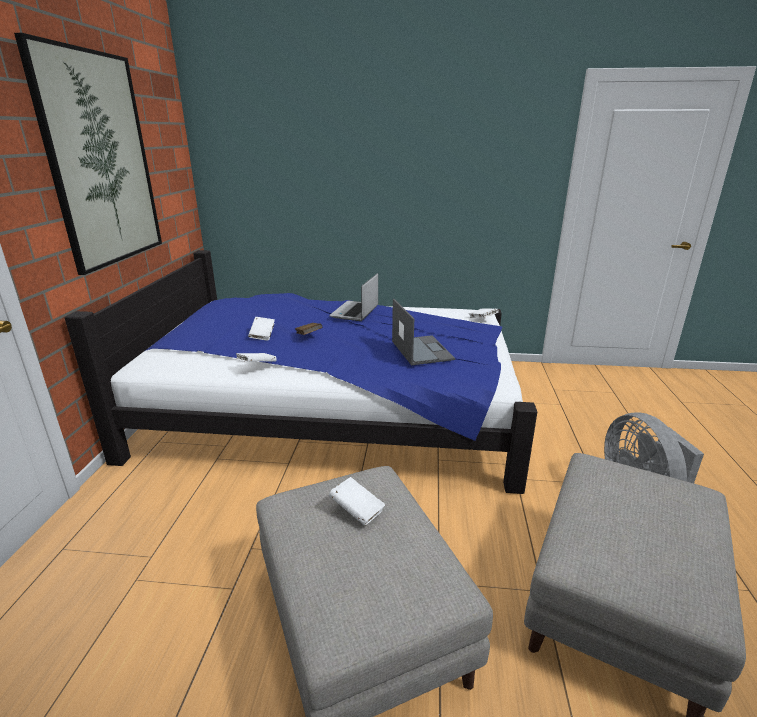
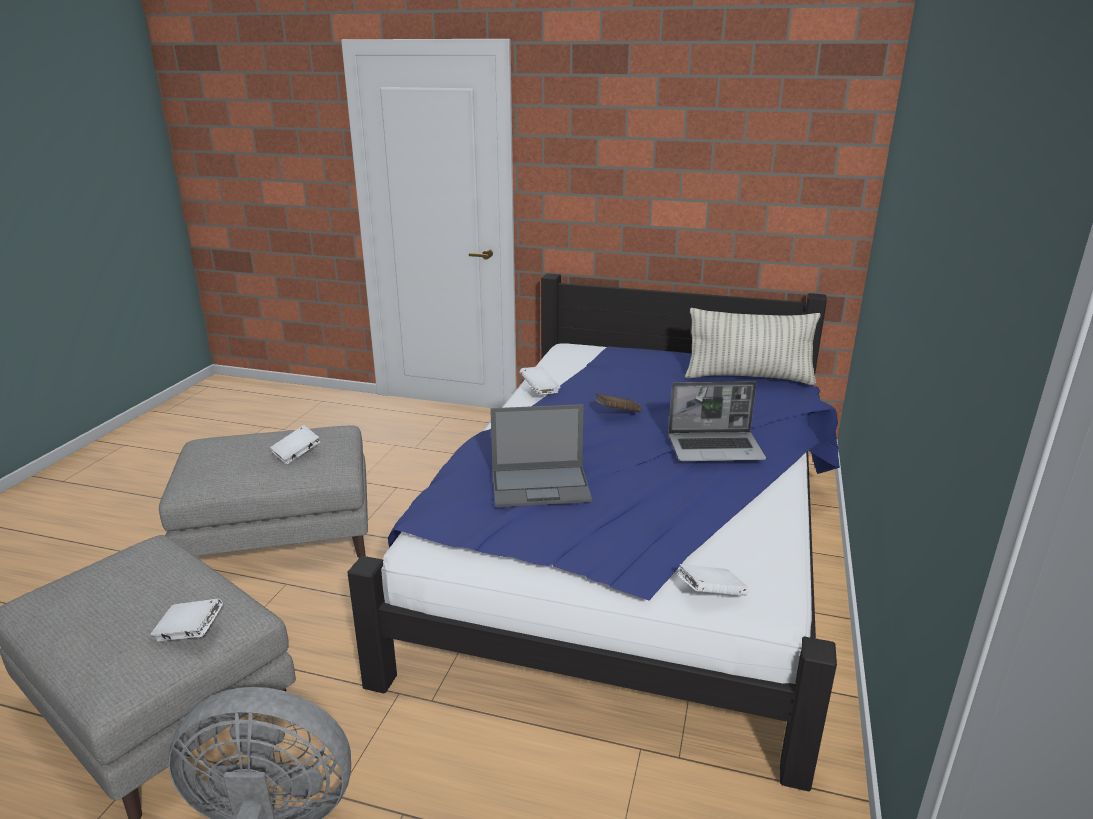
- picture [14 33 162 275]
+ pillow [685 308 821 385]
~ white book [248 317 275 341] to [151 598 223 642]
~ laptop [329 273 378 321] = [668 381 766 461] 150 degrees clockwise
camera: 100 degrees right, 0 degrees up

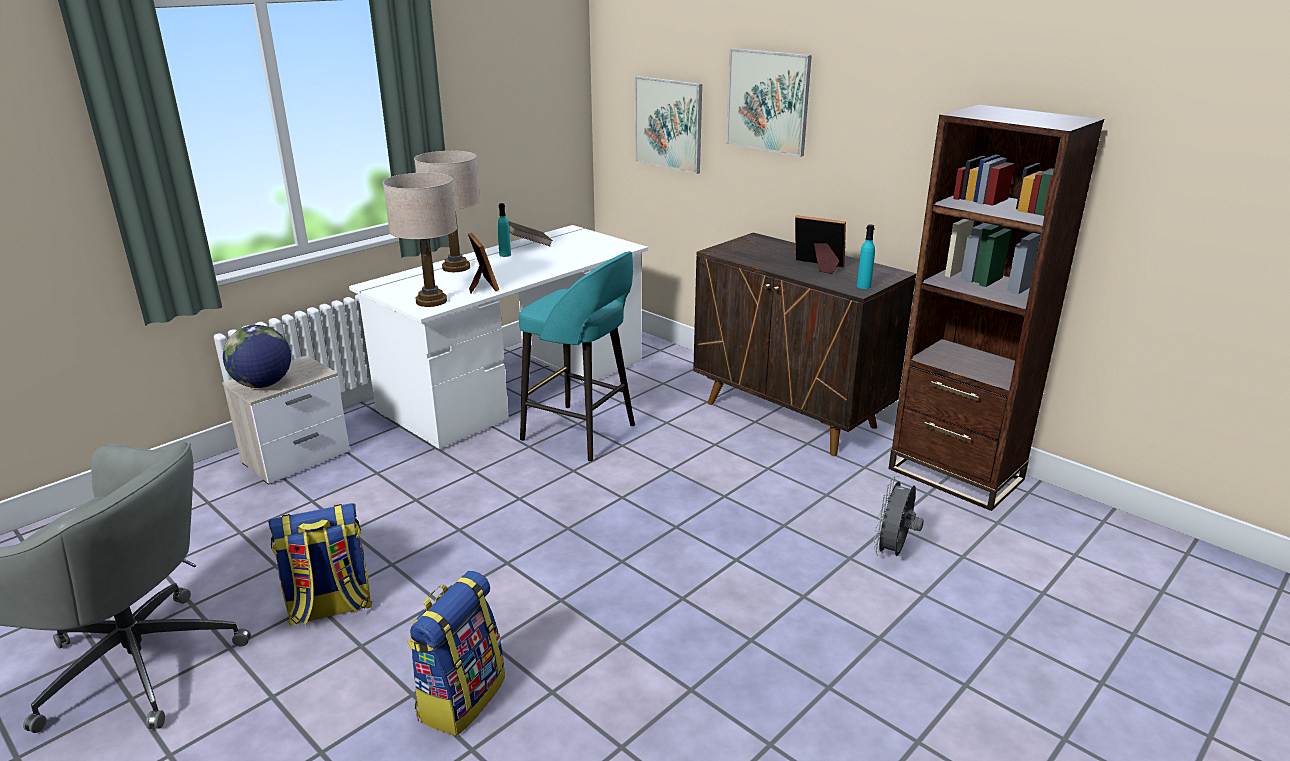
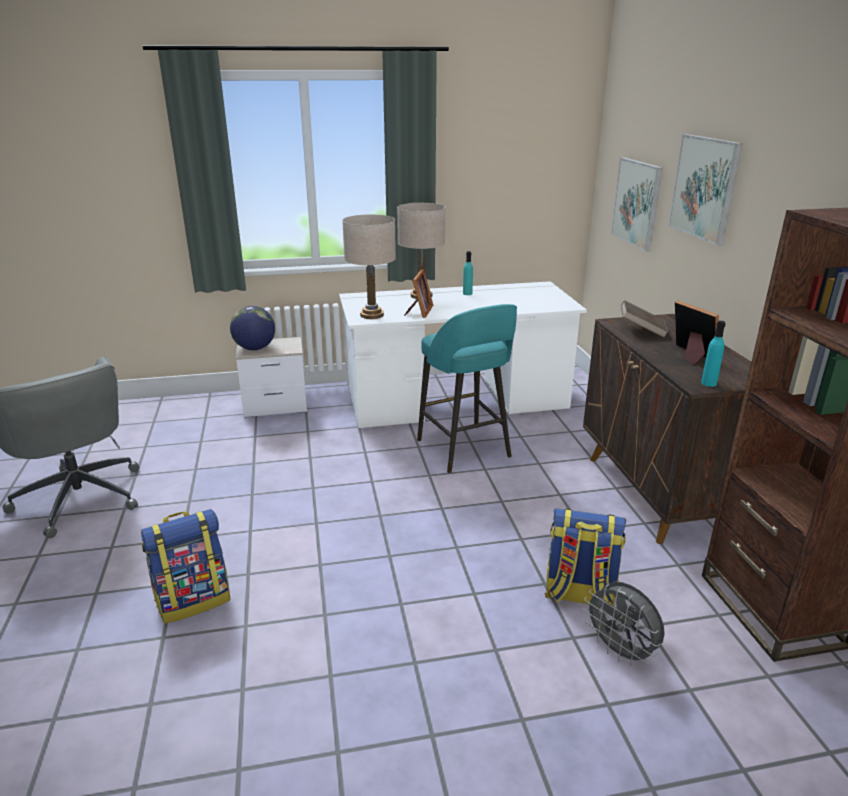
~ backpack [268 503 372 626] to [545 508 626 606]
~ brown book [508 221 553 247] to [621 300 669 338]
~ grey fan [873 476 924 556] = [583 582 665 666] 105 degrees counterclockwise
camera: 35 degrees right, 0 degrees up

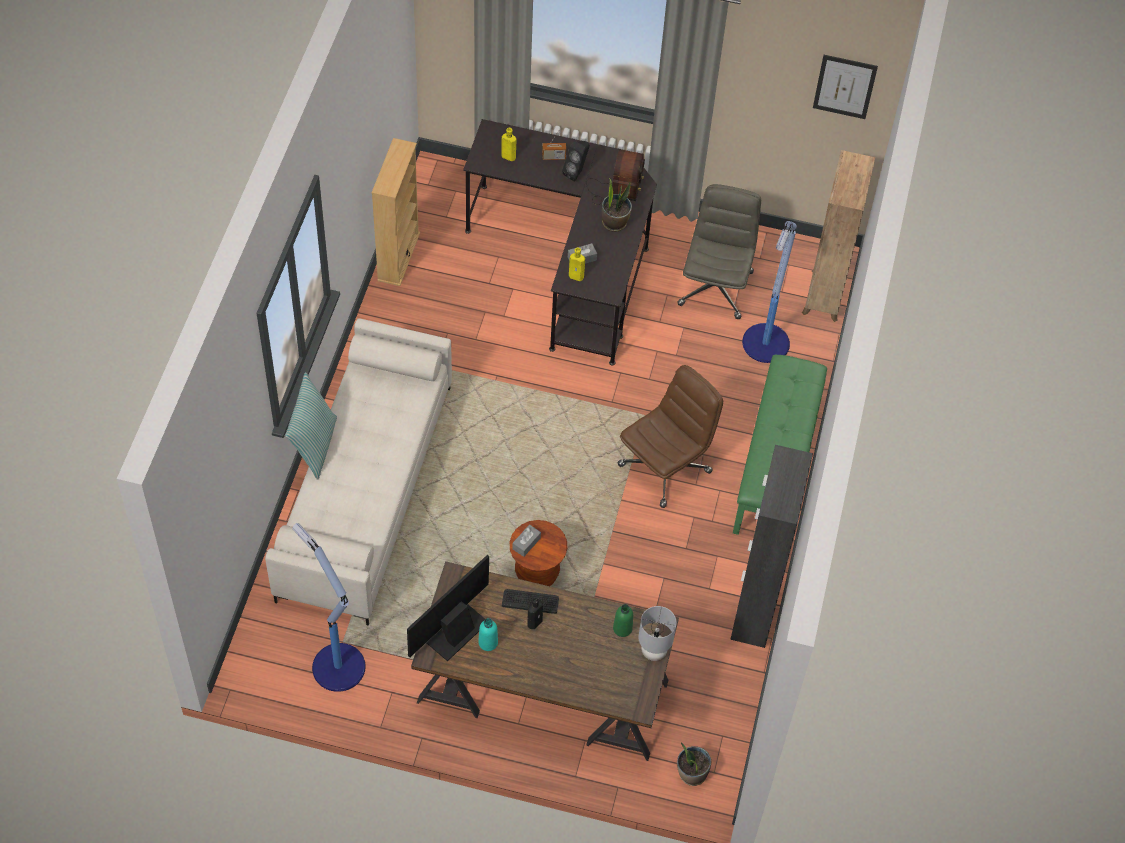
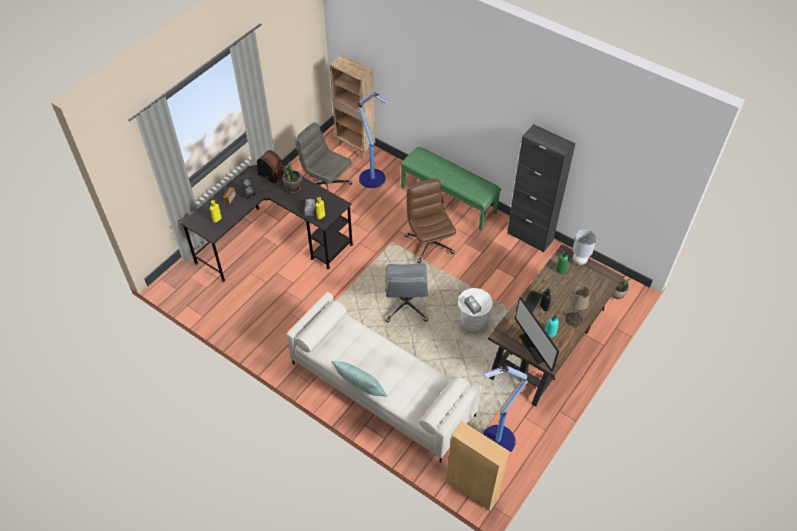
- picture [813 55 878 119]
+ grey office chair [385 264 428 323]
+ beige table lamp [565 286 590 327]
~ beige bookcase [372 138 420 286] to [446 421 510 511]
~ brown stool [510 520 567 586] to white stool [458 288 493 331]
camera: 65 degrees left, 5 degrees down

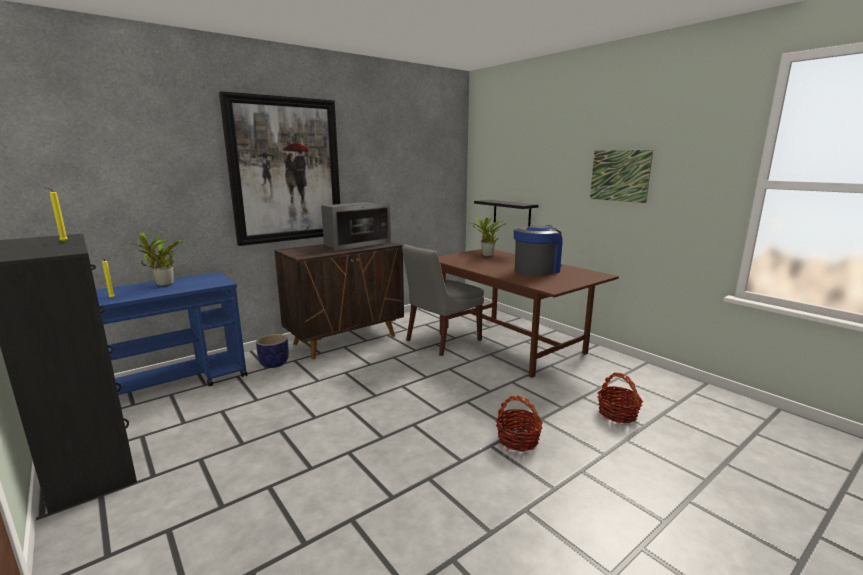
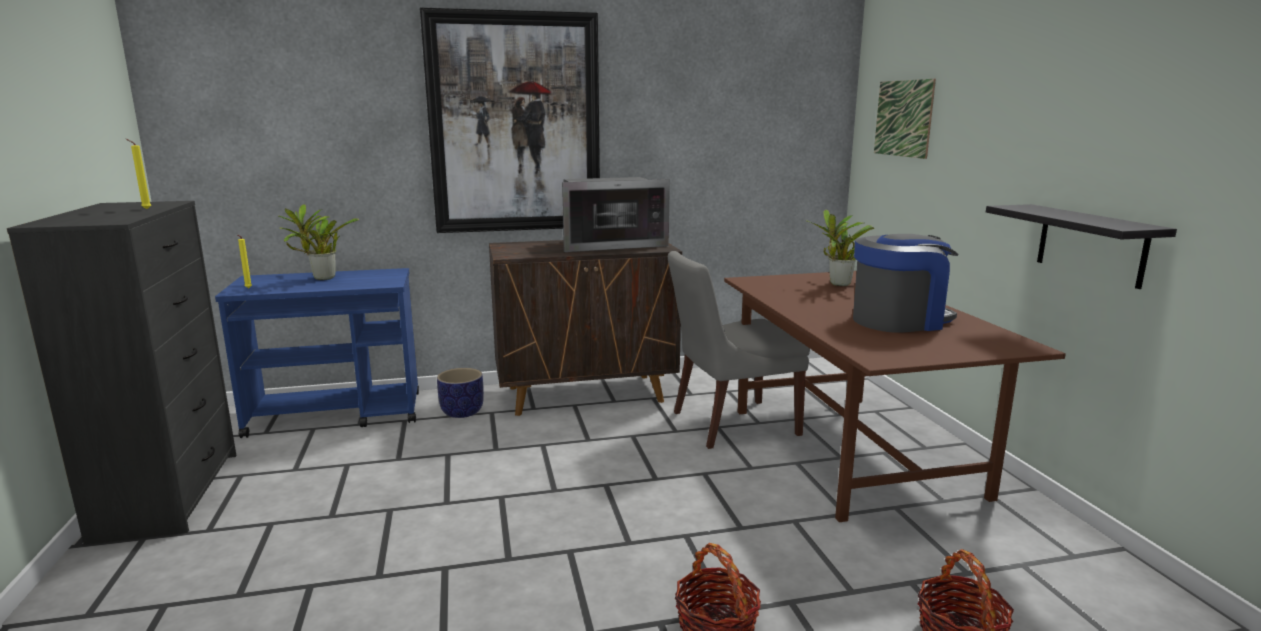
~ black shelf [474 200 539 226] to [986 204 1177 289]
~ picture [590 150 653 203] to [874 79 936 159]
camera: 25 degrees right, 0 degrees up

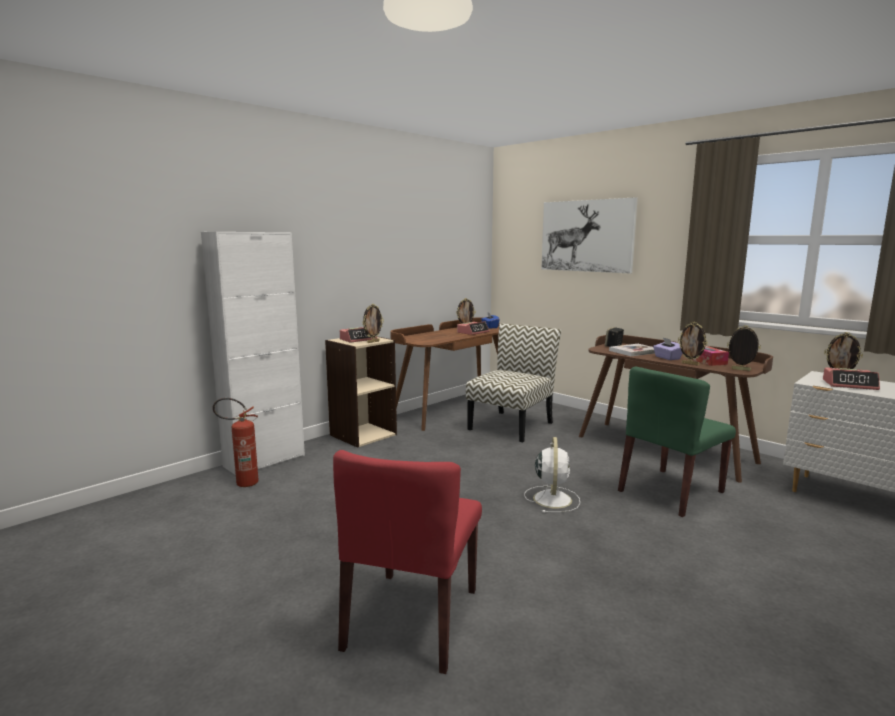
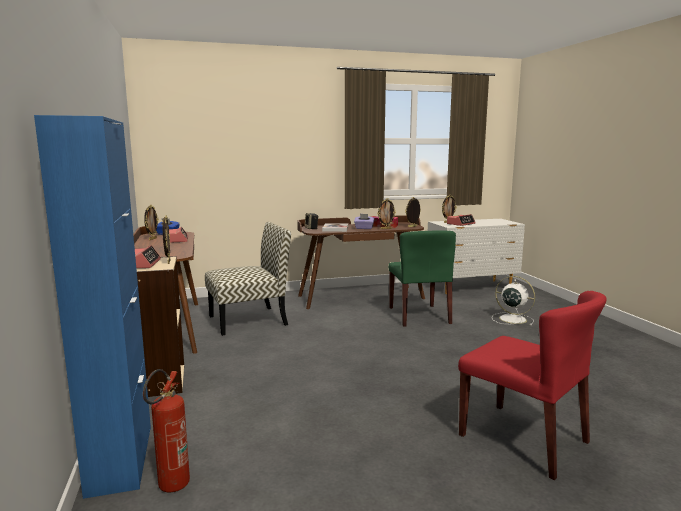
- picture [541 197 638 274]
~ white fan [524 437 580 513] to [492 276 535 326]
~ white cabinet [201 232 305 475] to blue cabinet [34 115 151 499]
~ chair [466 324 561 442] = [205 222 291 336] 90 degrees clockwise
camera: 60 degrees left, 0 degrees up

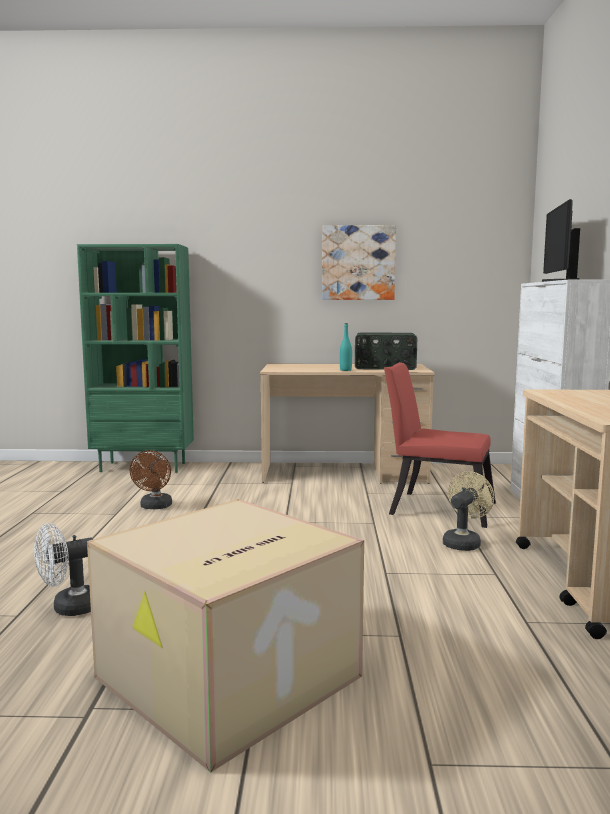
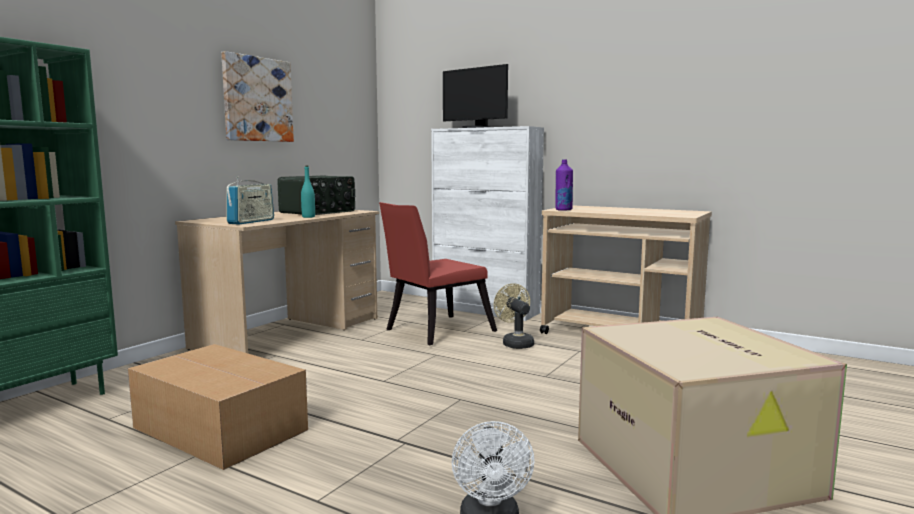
+ radio [226 176 274 224]
+ purple bottle [555 160 573 211]
~ brown fan [130 450 172 509] to cardboard box [128 344 308 470]
camera: 60 degrees left, 0 degrees up

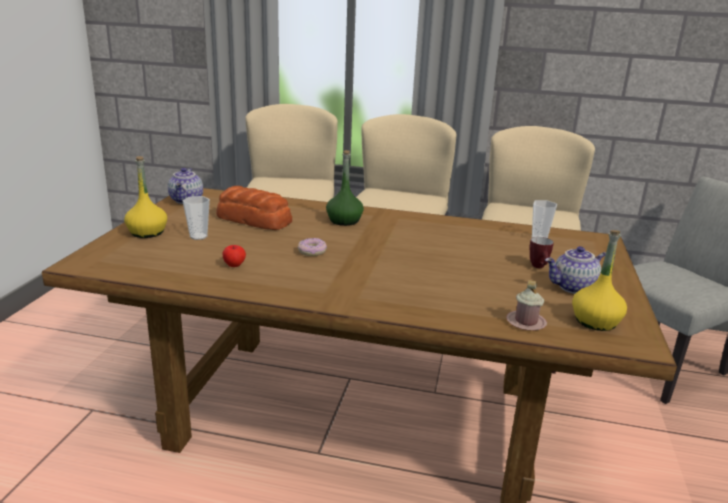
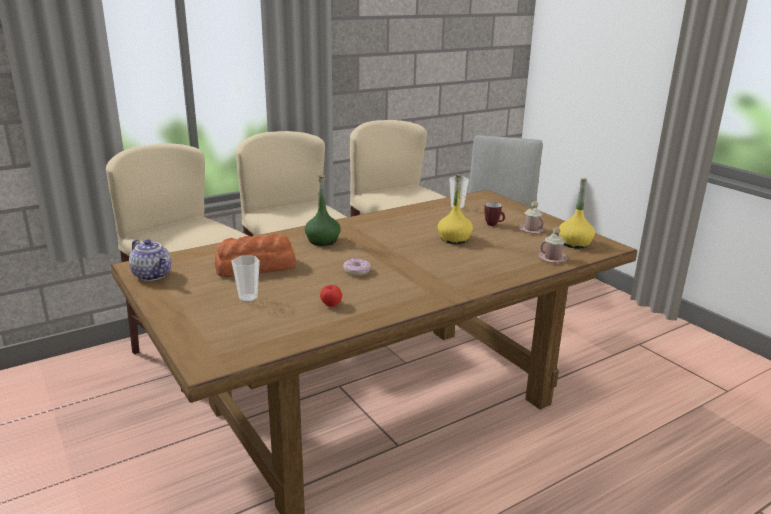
~ yellow bottle [124 156 167 238] to [438 174 473 244]
~ teapot [545 246 606 294] to pink mug [519 201 545 234]
camera: 45 degrees left, 0 degrees up

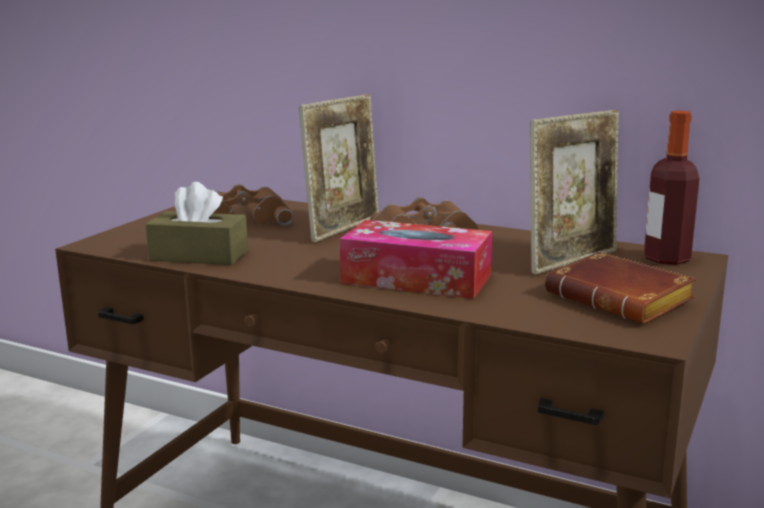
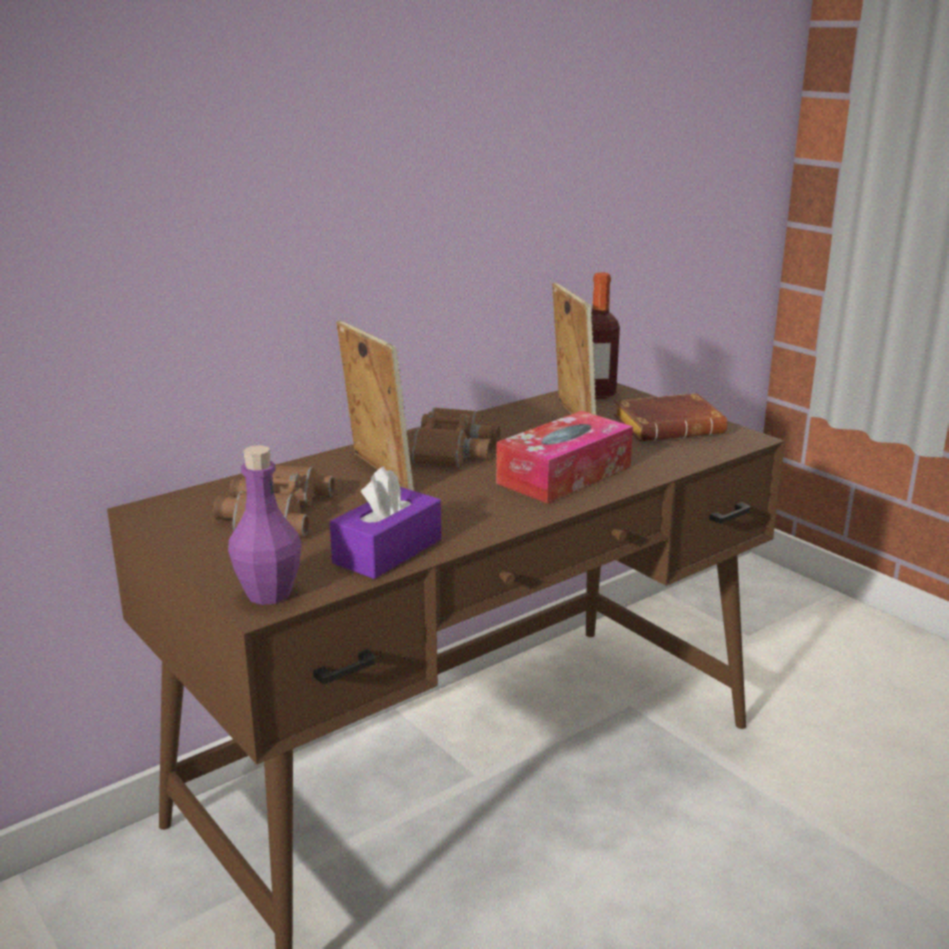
+ purple bottle [228 445 302 605]
~ brown tissue box [145 182 248 265] to purple tissue box [330 466 441 579]
camera: 65 degrees left, 5 degrees up

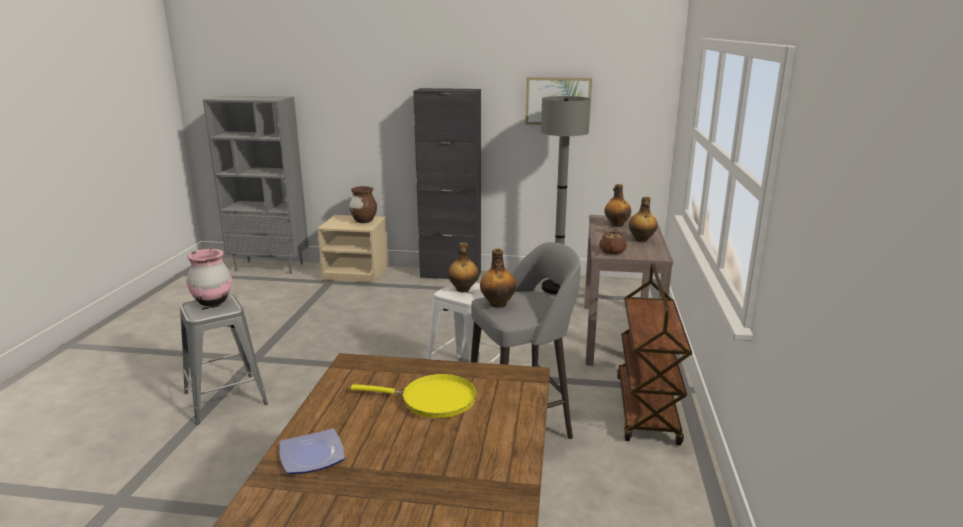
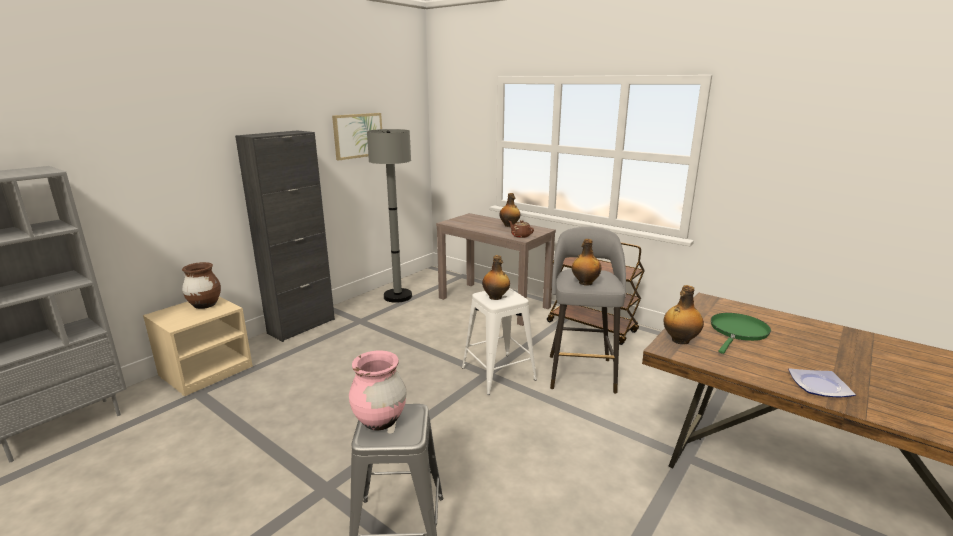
~ bottle [604 184 631 227] to [664 285 704 344]
~ yellow frying pan [351 374 477 418] to green frying pan [711 313 771 354]
camera: 60 degrees left, 0 degrees up

